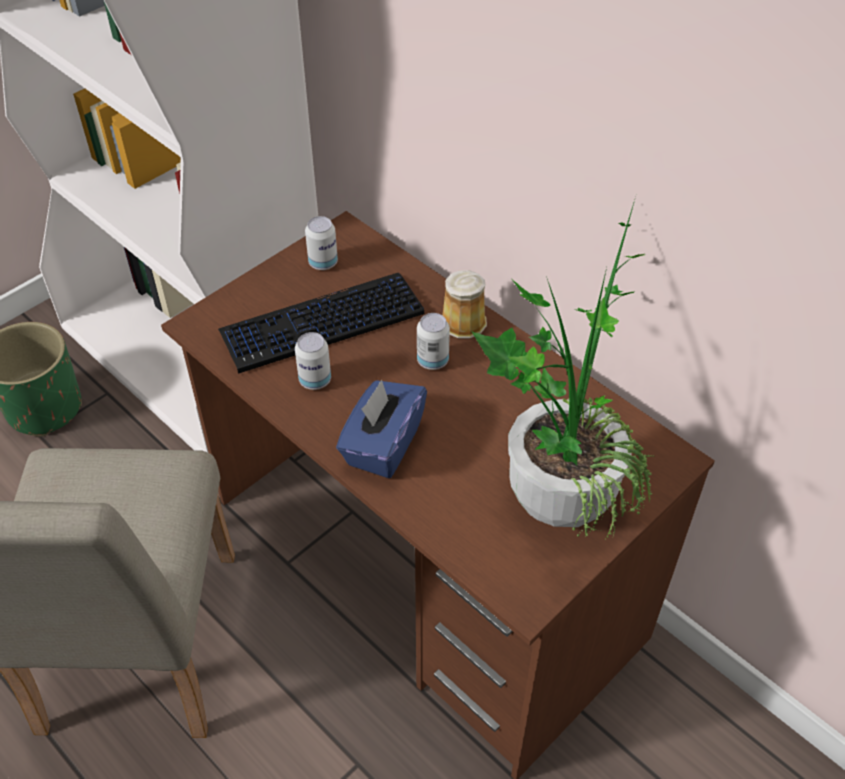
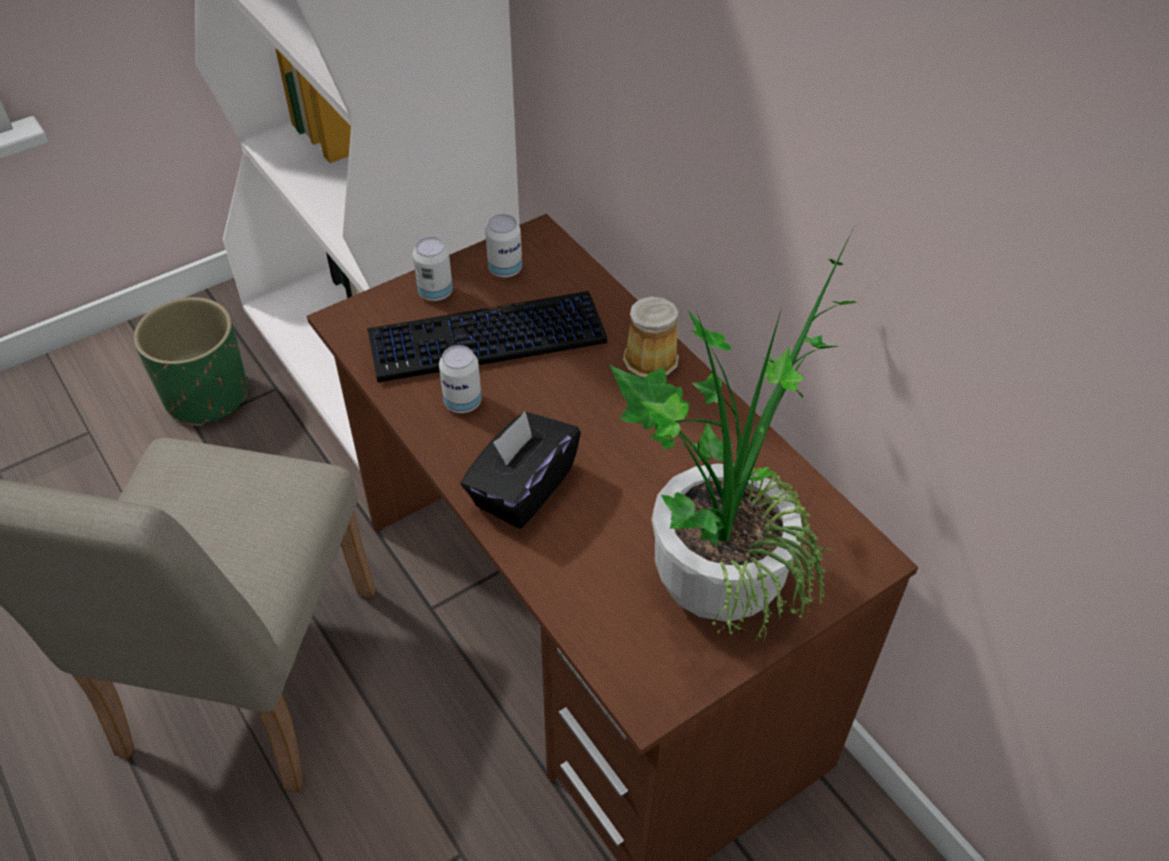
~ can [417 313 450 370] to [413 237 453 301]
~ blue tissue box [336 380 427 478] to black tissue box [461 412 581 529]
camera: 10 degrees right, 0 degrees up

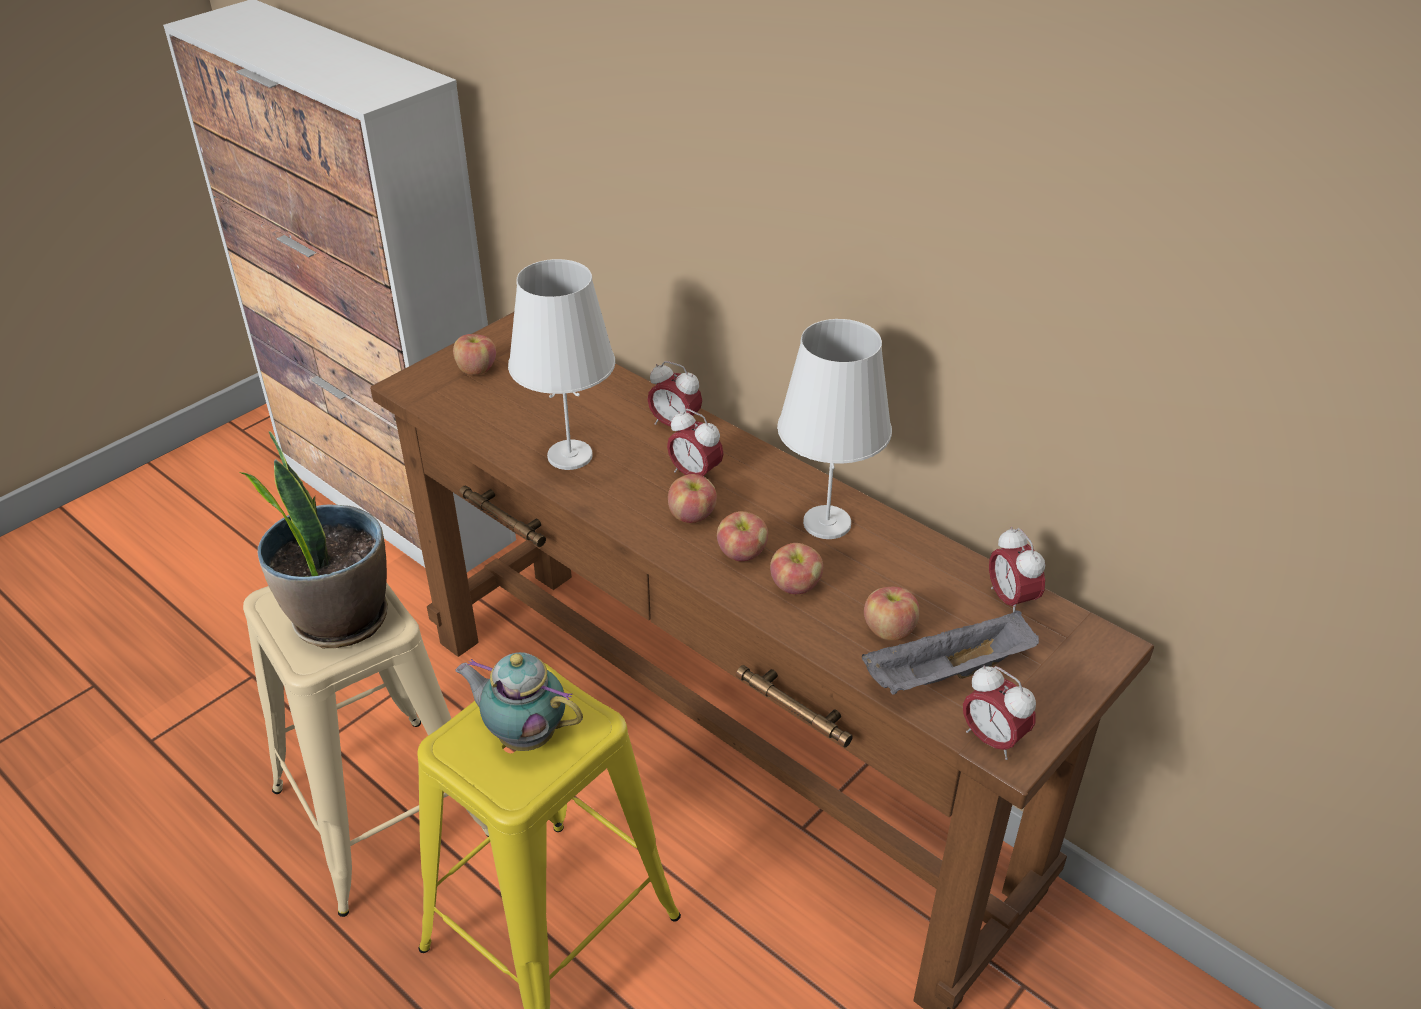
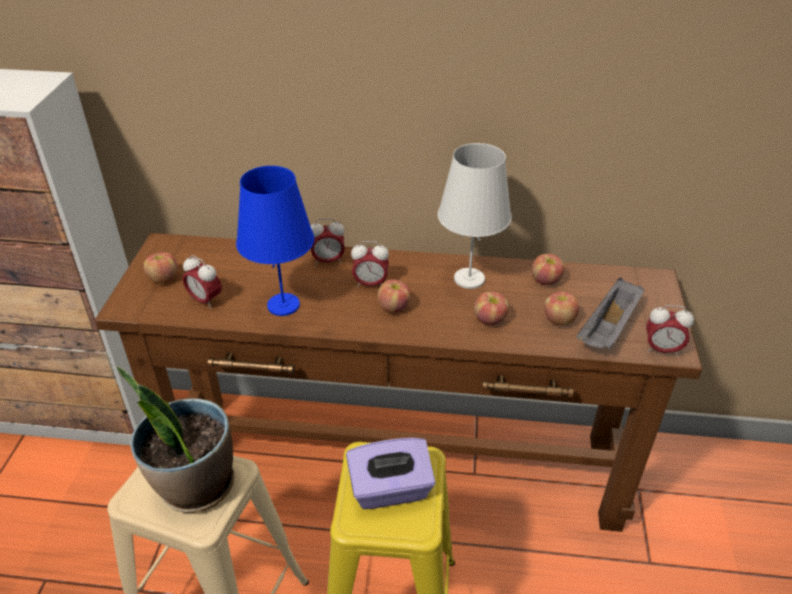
~ apple [717 511 768 561] to [531 254 564 285]
~ alarm clock [989 527 1046 612] to [183 255 222 309]
~ teapot [455 652 583 751] to purple tissue box [346 438 435 509]
~ white table lamp [508 259 615 470] to blue table lamp [236 166 314 316]
camera: 35 degrees left, 0 degrees up

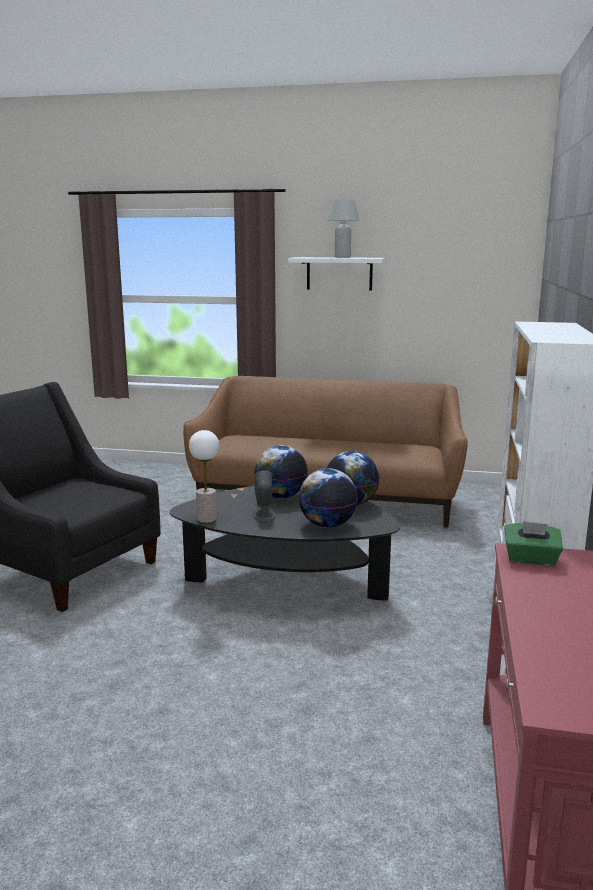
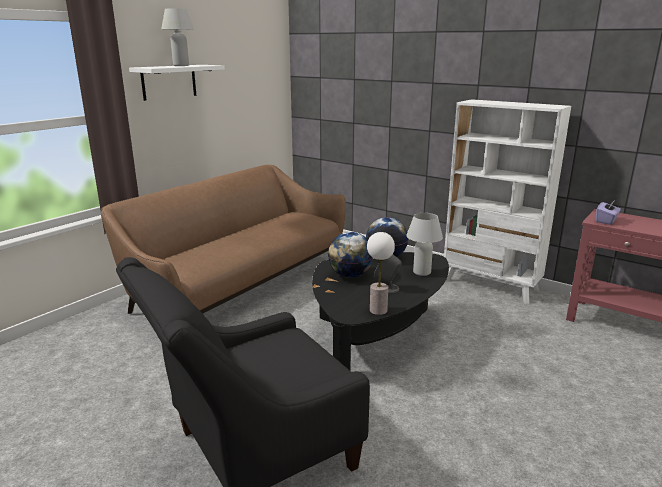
~ globe [298 468 358 528] to white table lamp [406 213 443 276]
~ green tissue box [504 521 563 566] to purple tissue box [596 200 621 225]
camera: 65 degrees left, 5 degrees up

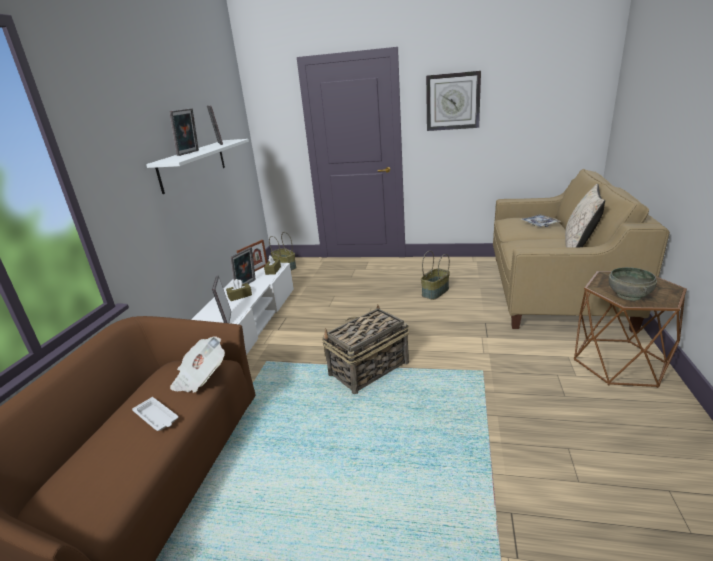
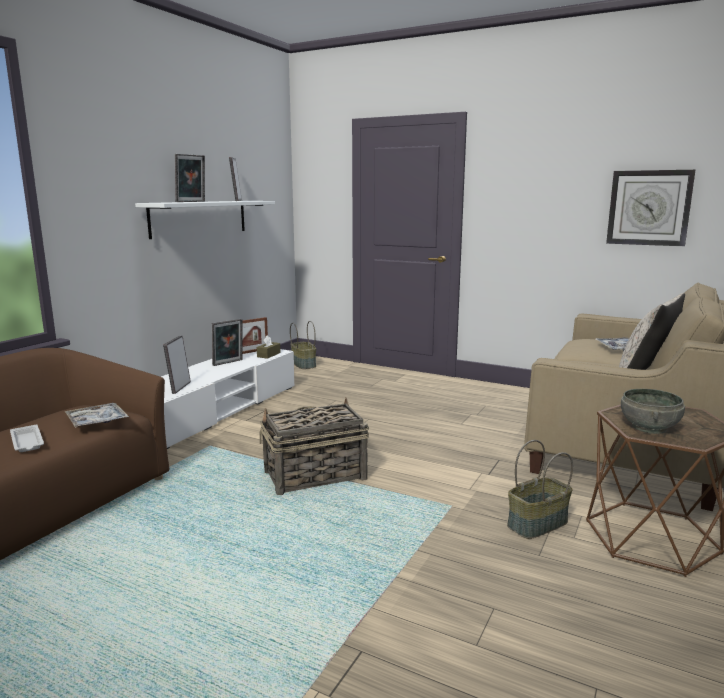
- brown tissue box [226 279 252 301]
~ basket [421 251 450 300] to [507 440 573 539]
~ wall clock [426 71 481 131] to [606 170 695 246]
~ newspaper [170 336 225 393] to tray [65 403 129 428]
camera: 15 degrees right, 10 degrees down

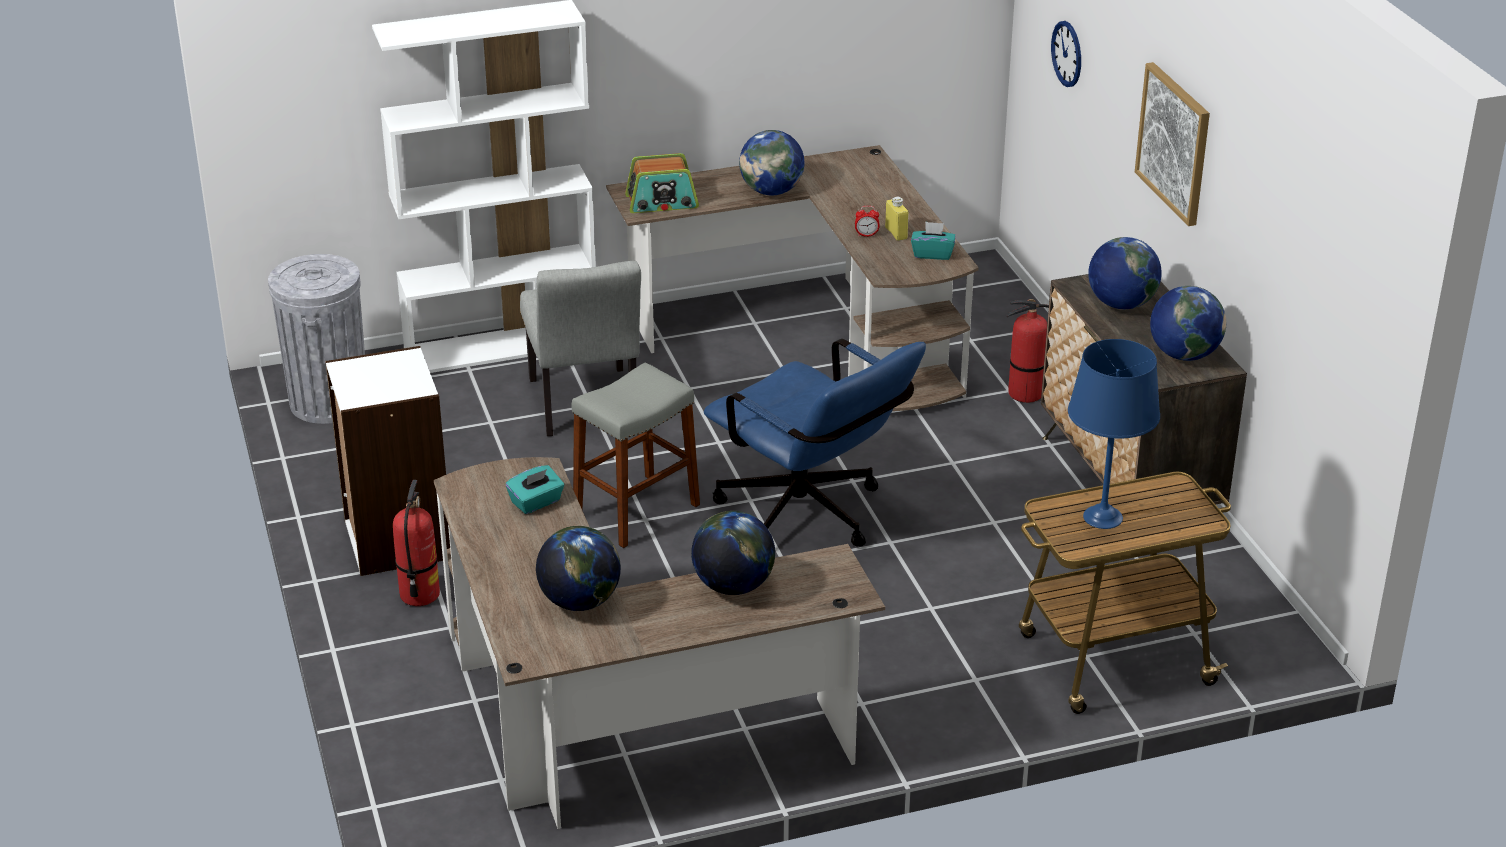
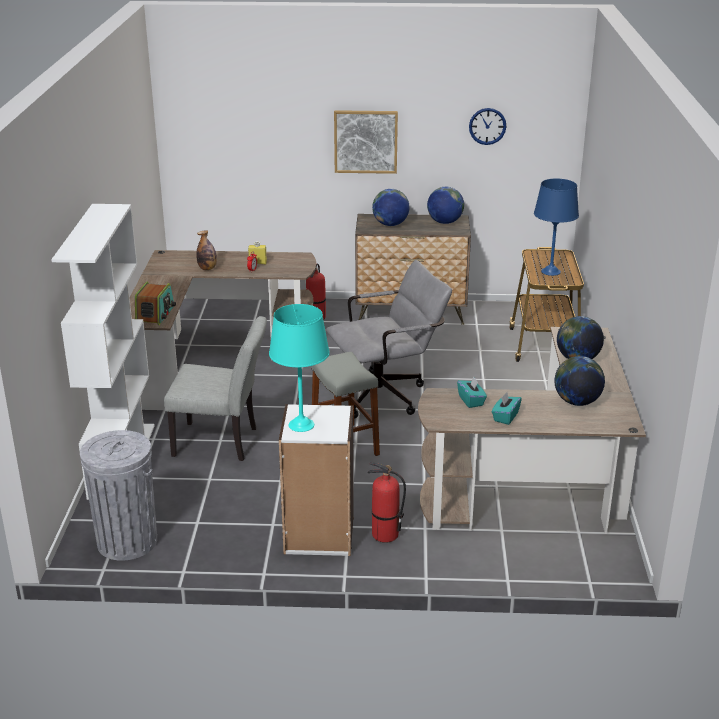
- globe [739 130 804 195]
+ bottle [196 230 217 270]
+ turquoise table lamp [269 304 330 432]
~ turquoise tissue box [911 222 955 260] to [492 392 522 425]
~ wall clock [1051 21 1081 87] to [469 108 506 145]
~ blue office chair [704 339 926 547] to grey office chair [326 260 452 419]
camera: 70 degrees left, 5 degrees down

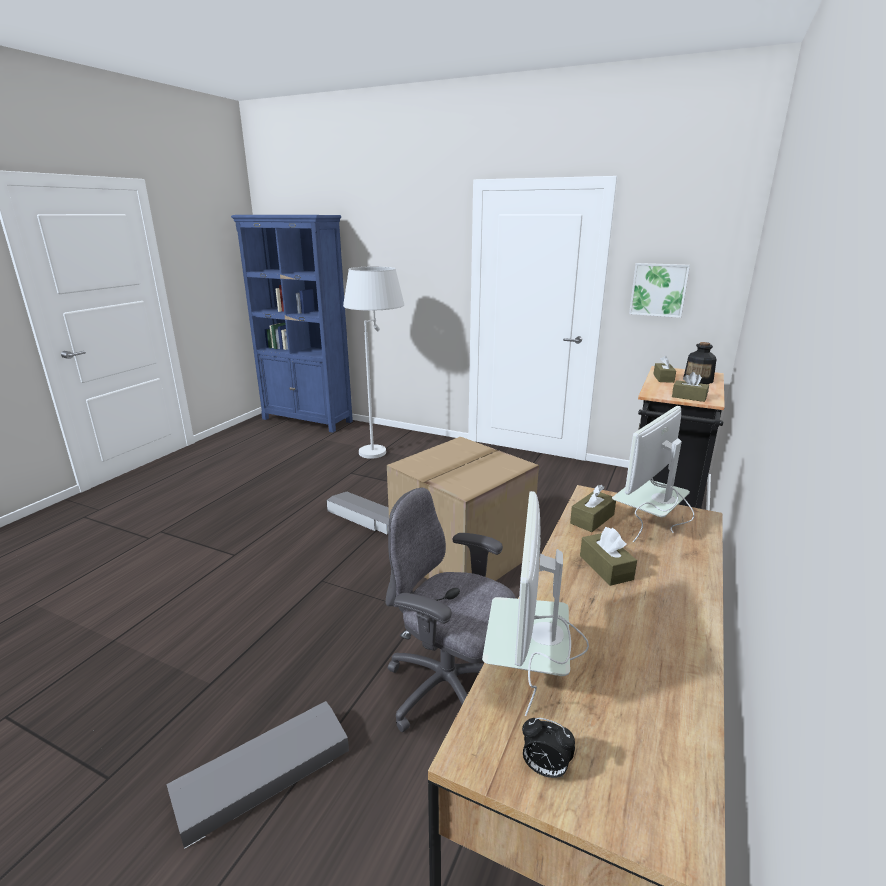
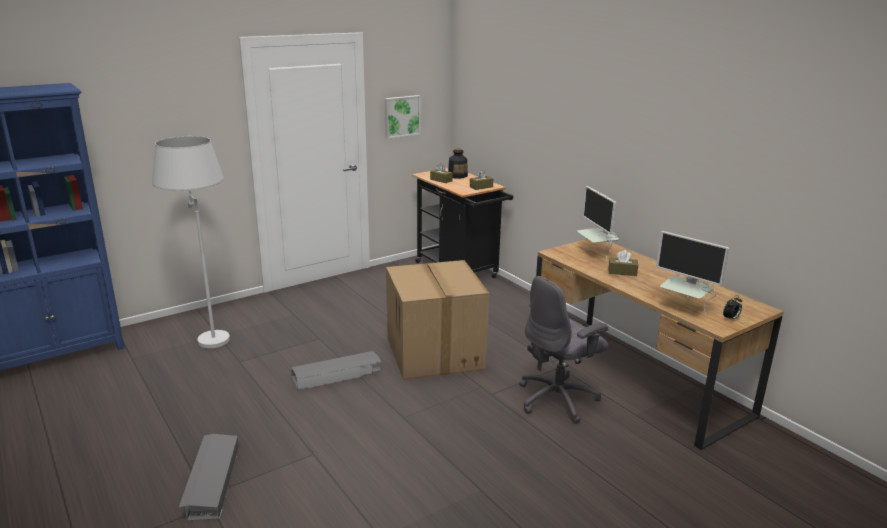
- brown tissue box [570 485 616 532]
~ grey storage box [166 701 349 849] to [179 434 239 520]
camera: 60 degrees left, 0 degrees up

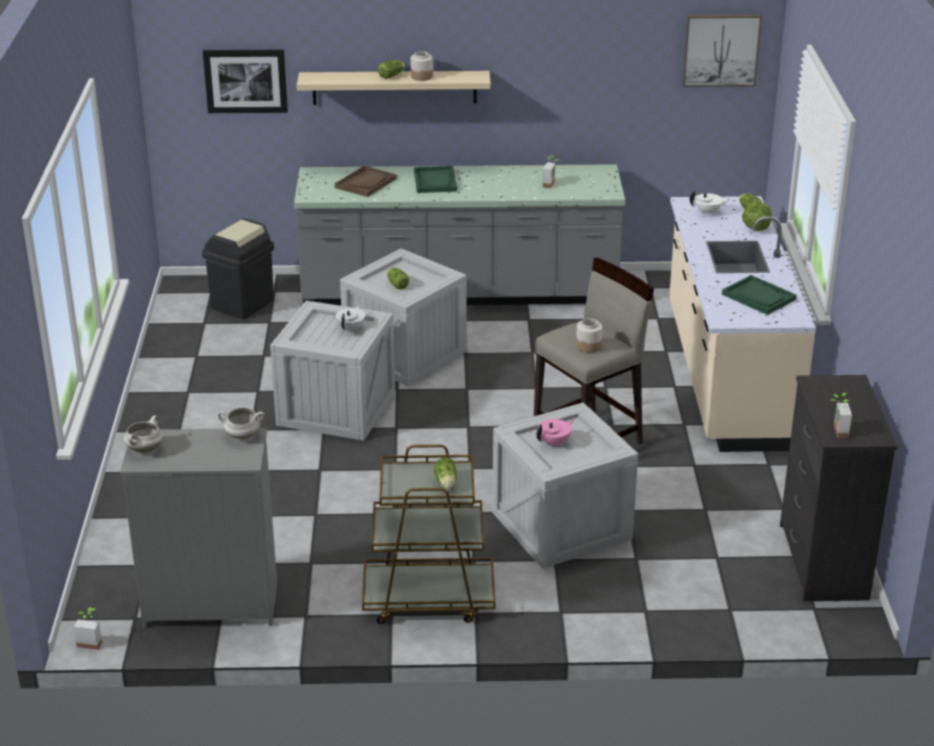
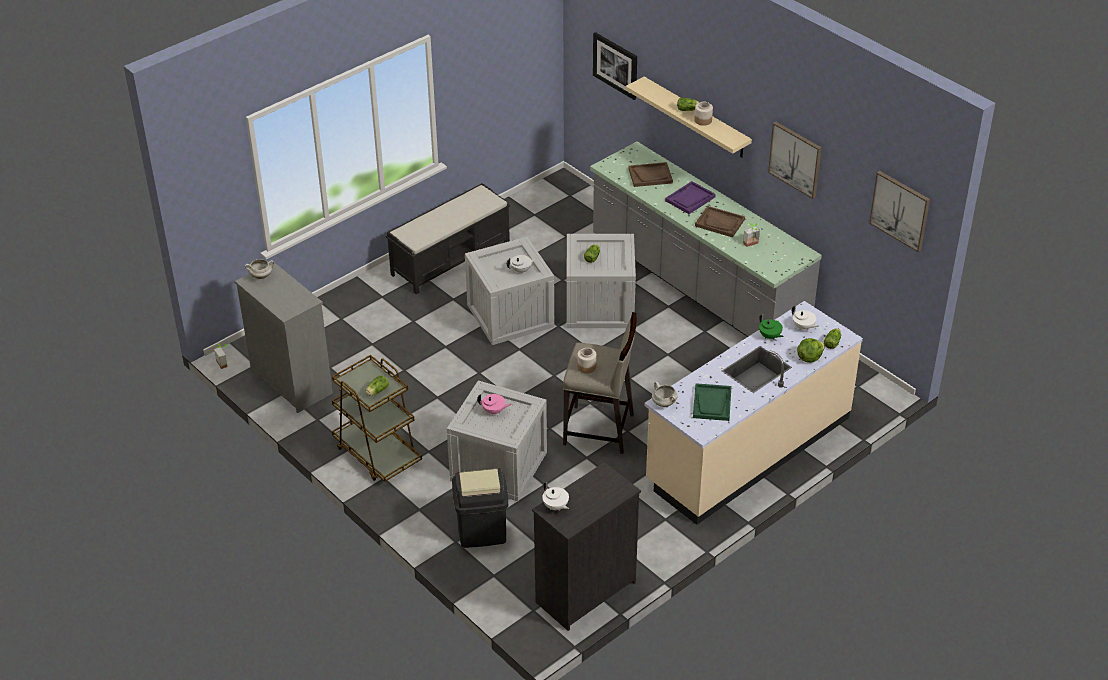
+ black bench [386 183 510 294]
+ brown tray [695 206 745 238]
+ green teapot [759 314 784 339]
+ picture [768 122 822 199]
~ black trash can [202 218 274 319] to [452 468 508 548]
~ white cooking pot [218 407 264 439] to [652 382 678 407]
~ potted plant [831 393 852 438] to white teapot [542 482 569 510]
~ green tray [414 166 457 193] to purple tray [665 181 716 214]
camera: 50 degrees right, 10 degrees up

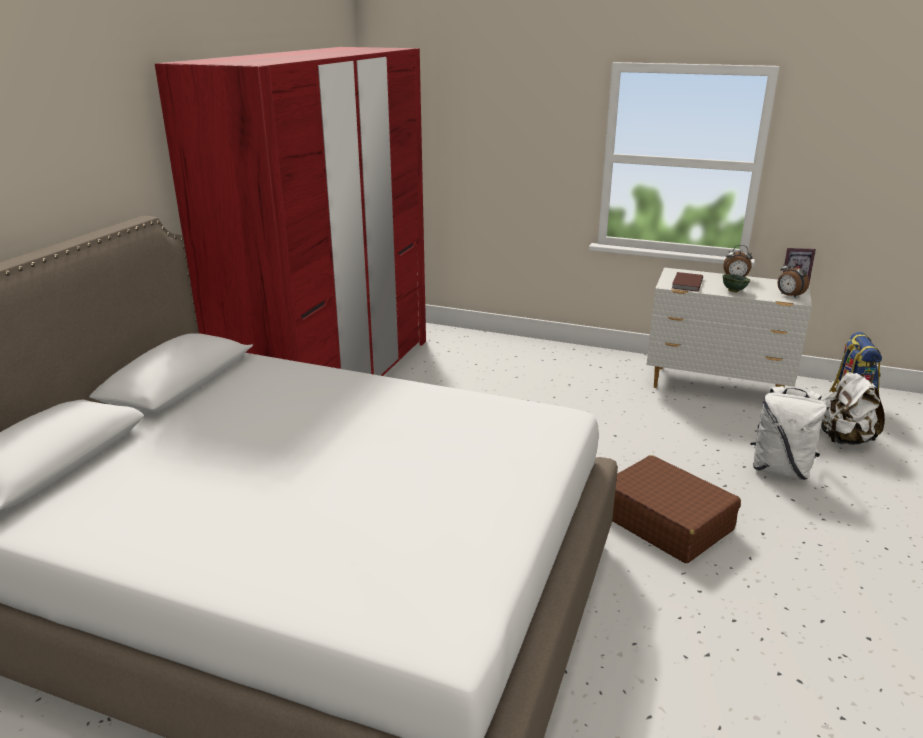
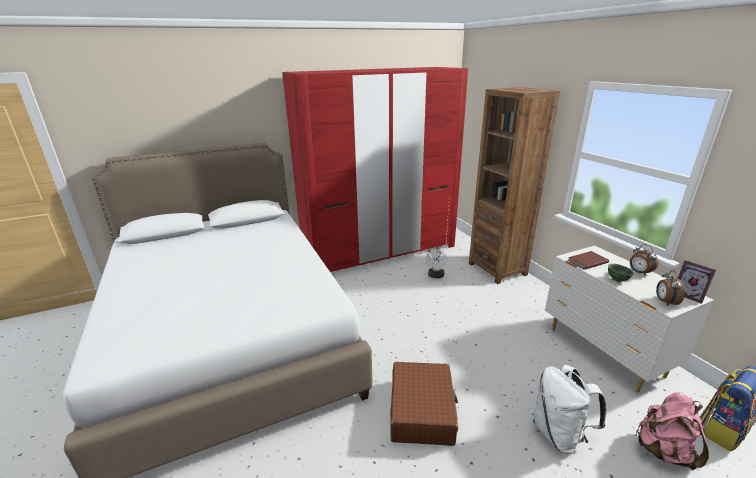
+ white fan [425 250 448 278]
+ brown bookcase [469 87 560 284]
~ white backpack [821 371 885 445] to pink backpack [635 392 709 470]
camera: 45 degrees right, 0 degrees up

